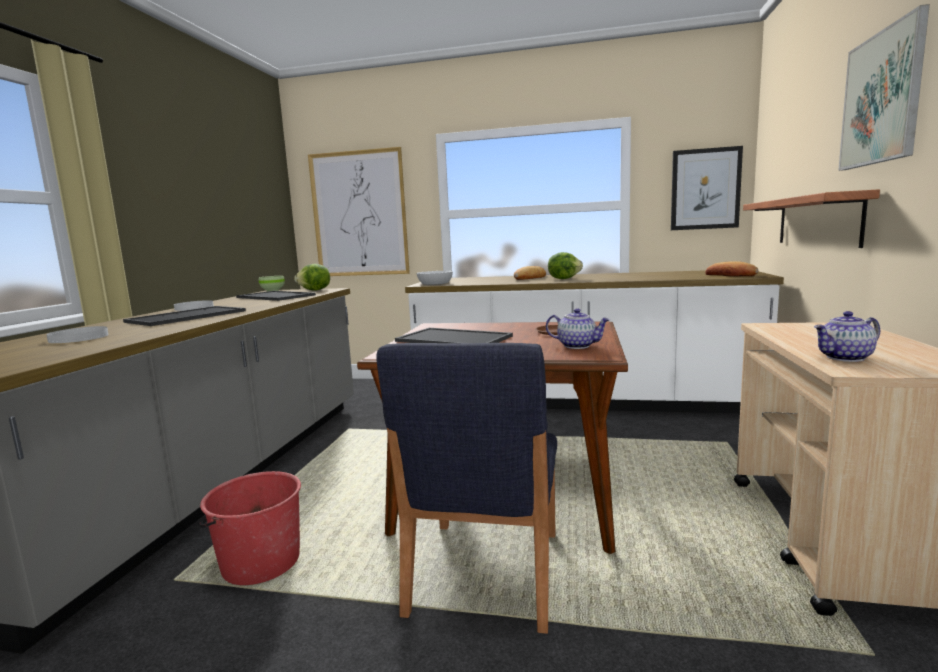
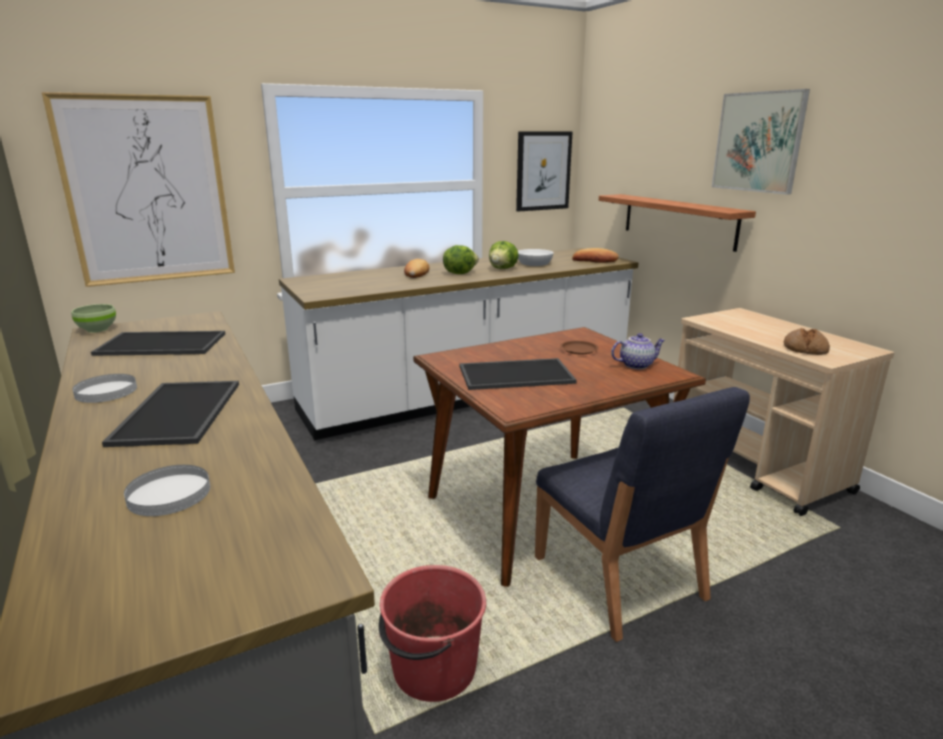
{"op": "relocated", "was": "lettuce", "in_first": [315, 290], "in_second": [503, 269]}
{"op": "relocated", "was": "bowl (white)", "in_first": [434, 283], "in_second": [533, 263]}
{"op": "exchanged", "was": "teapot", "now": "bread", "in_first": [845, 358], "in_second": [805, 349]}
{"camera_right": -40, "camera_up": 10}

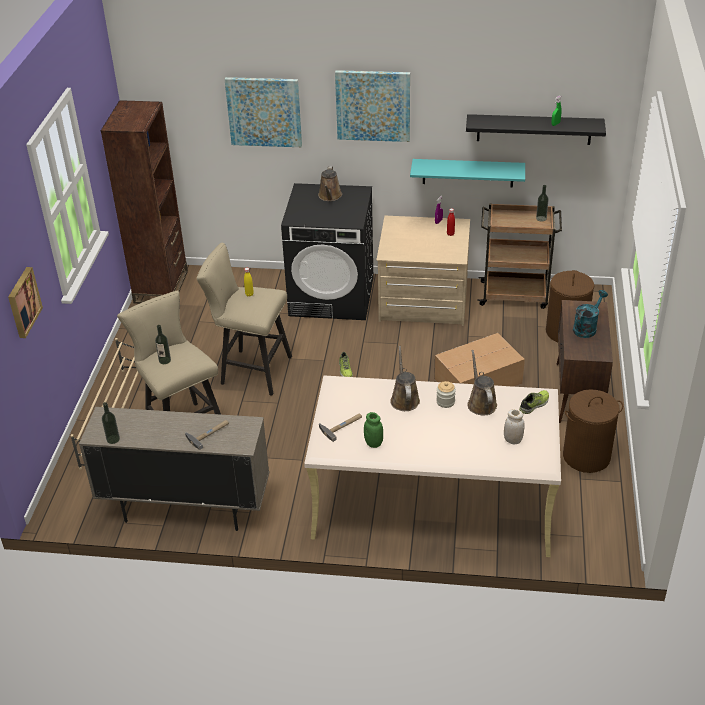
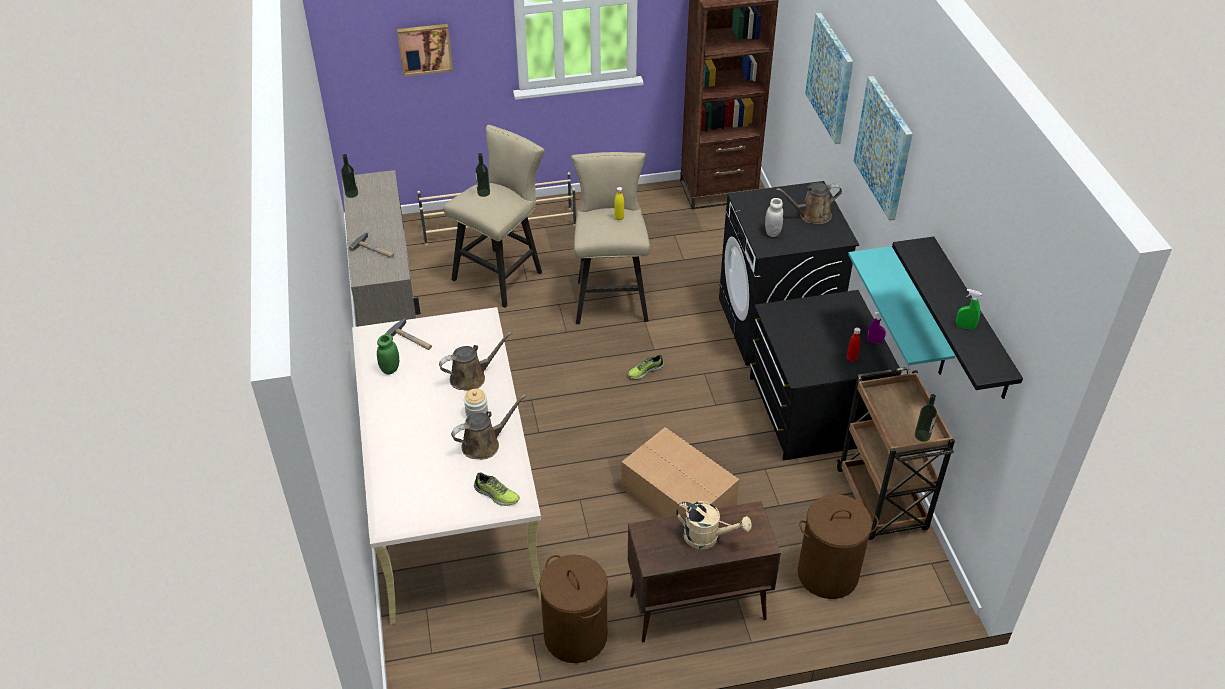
{"op": "colour", "was": "dresser (beige)", "now": "dresser (black)", "in_first": [423, 302], "in_second": [812, 410]}
{"op": "relocated", "was": "jar (white)", "in_first": [513, 440], "in_second": [772, 232]}
{"op": "colour", "was": "watering can (turquoise)", "now": "watering can (beige)", "in_first": [586, 327], "in_second": [708, 537]}
{"camera_right": 70, "camera_up": 5}

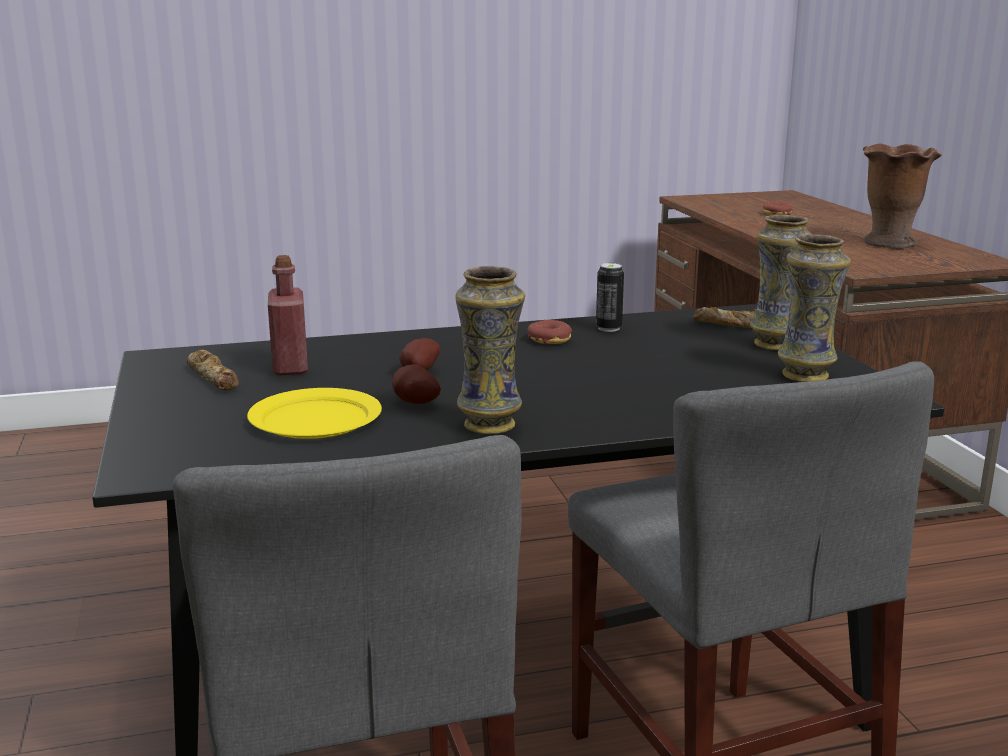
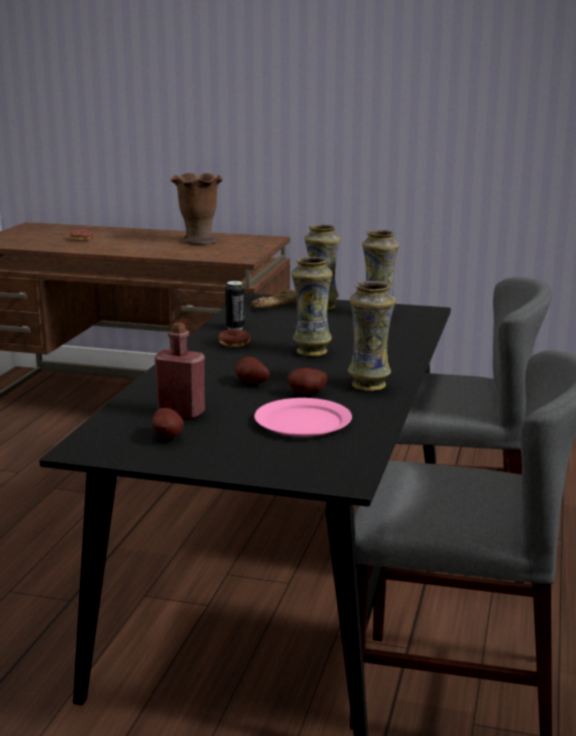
{"op": "exchanged", "was": "bread", "now": "potato", "in_first": [214, 377], "in_second": [168, 437]}
{"op": "colour", "was": "plate (yellow)", "now": "plate (pink)", "in_first": [315, 420], "in_second": [303, 422]}
{"op": "appeared", "now": "vase", "in_second": [311, 351]}
{"camera_right": -60, "camera_up": 0}

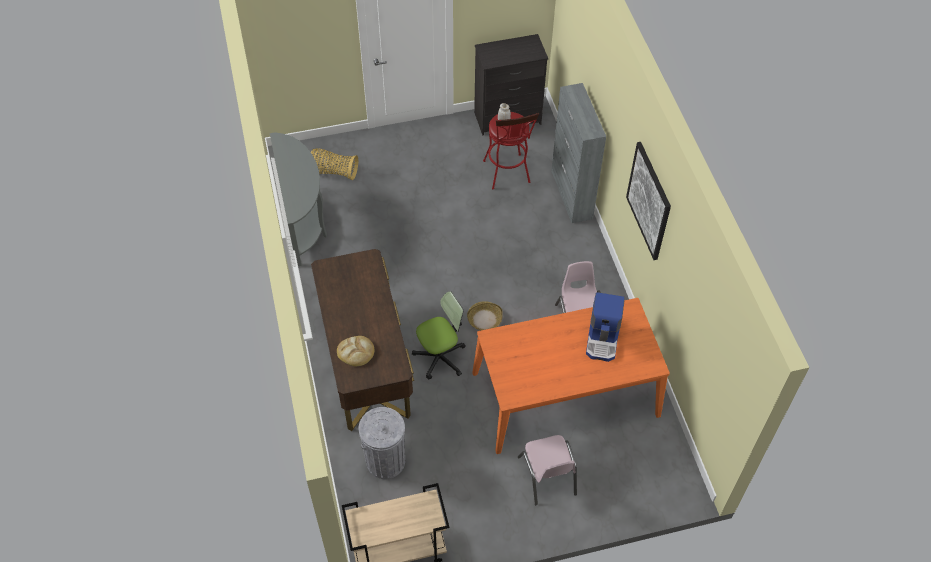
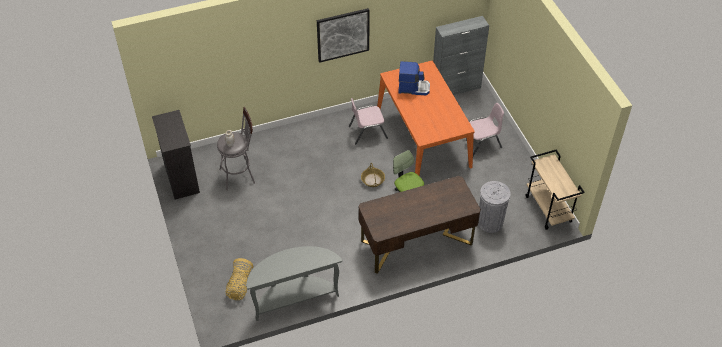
{"op": "missing", "was": "bread", "in_first": [356, 352]}
{"op": "colour", "was": "stool (red)", "now": "stool (grey)", "in_first": [507, 175], "in_second": [240, 175]}
{"op": "relocated", "was": "cabinet (grey)", "in_first": [571, 195], "in_second": [456, 88]}
{"camera_right": -95, "camera_up": -5}

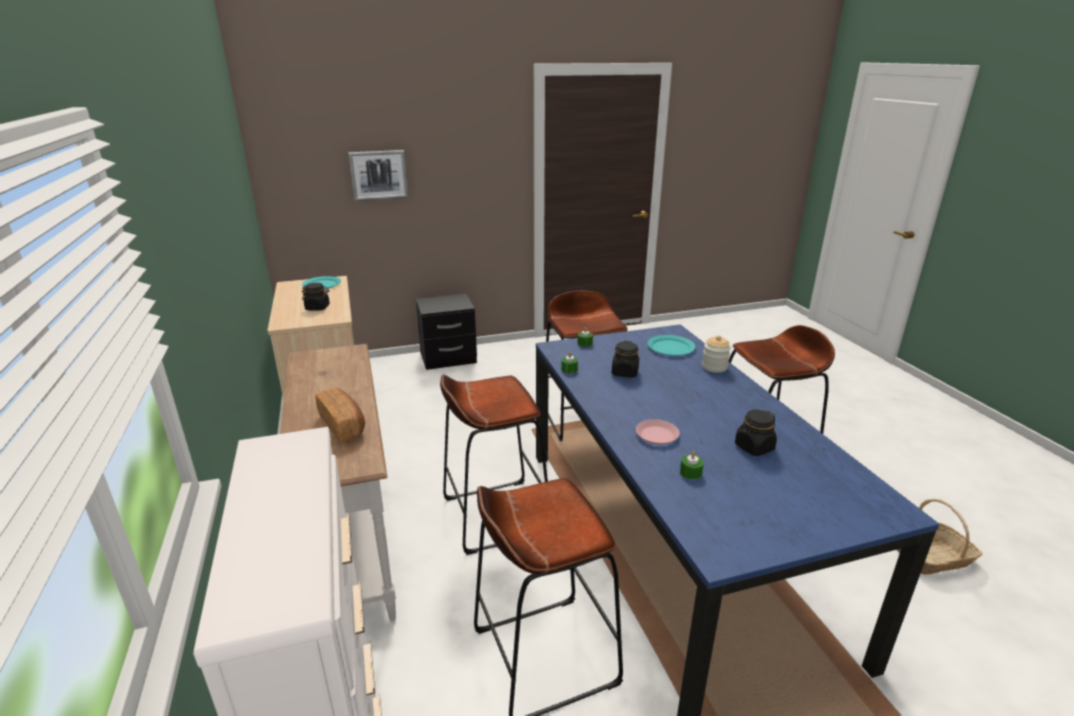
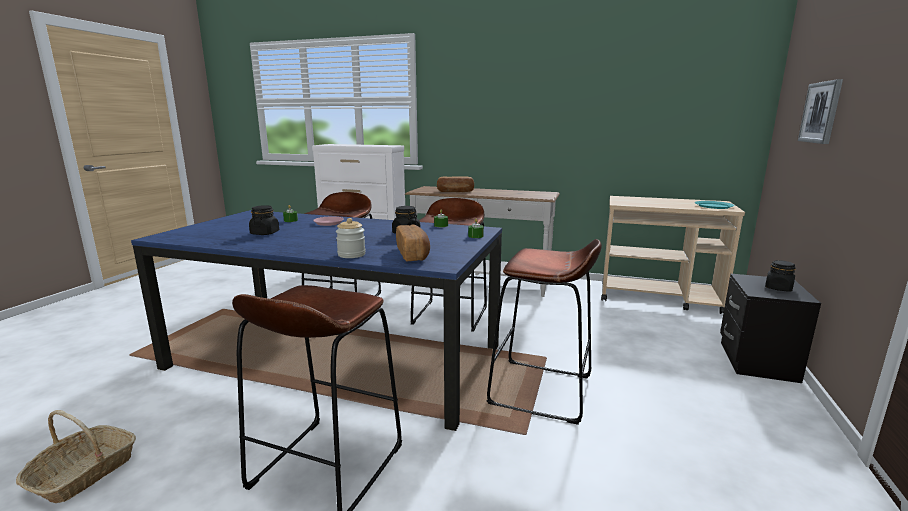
{"op": "relocated", "was": "jar (black)", "in_first": [317, 308], "in_second": [778, 288]}
{"op": "exchanged", "was": "plate (turquoise)", "now": "bread", "in_first": [671, 347], "in_second": [413, 254]}
{"camera_right": 125, "camera_up": -10}

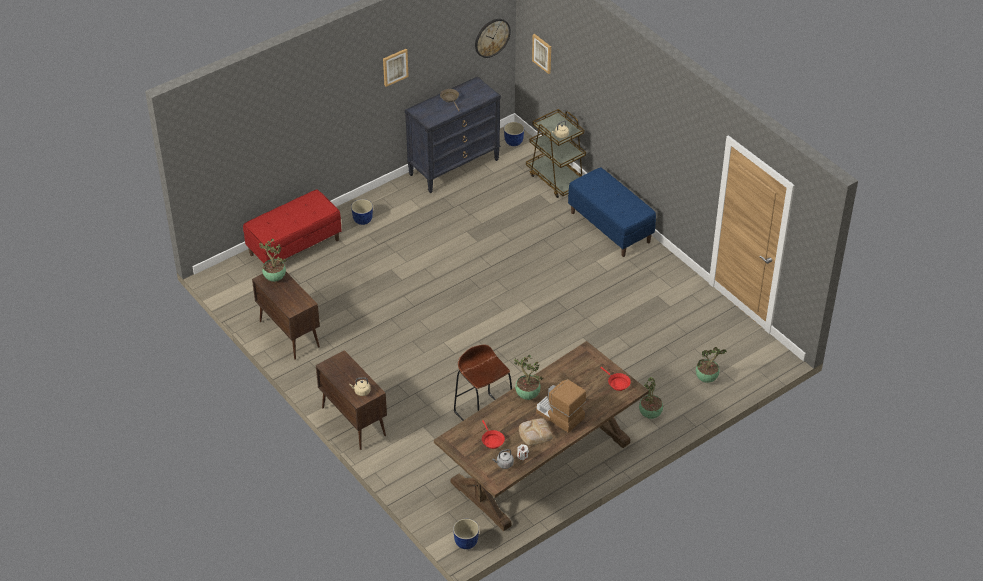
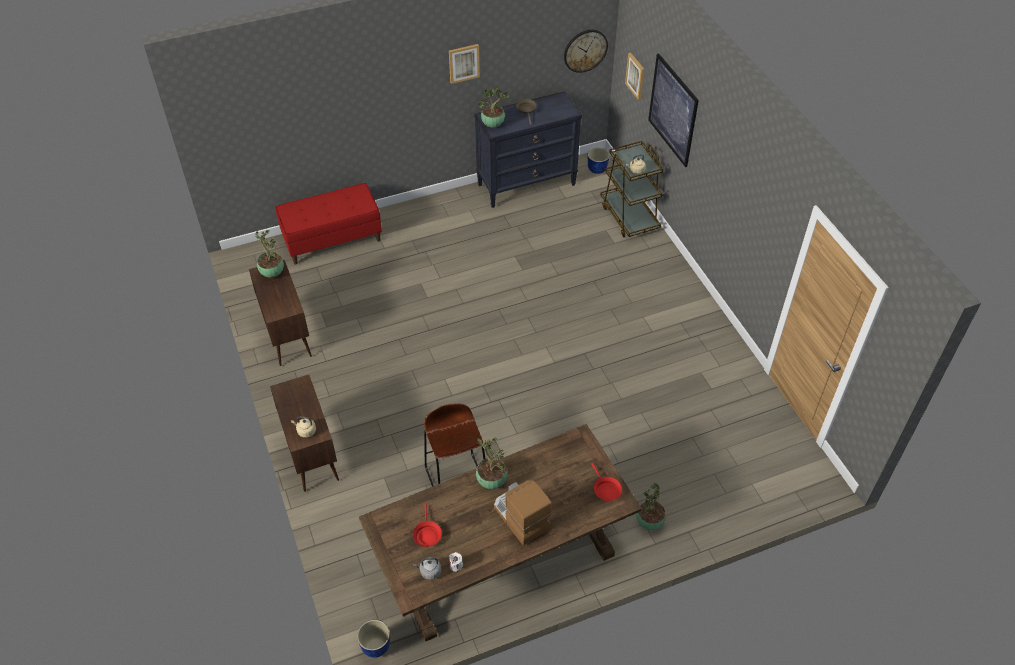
{"op": "missing", "was": "planter", "in_first": [362, 220]}
{"op": "missing", "was": "bread", "in_first": [534, 433]}
{"op": "missing", "was": "bench (blue)", "in_first": [610, 227]}
{"op": "relocated", "was": "potted plant", "in_first": [707, 378], "in_second": [493, 124]}
{"op": "appeared", "now": "picture", "in_second": [673, 110]}
{"camera_right": 15, "camera_up": 5}

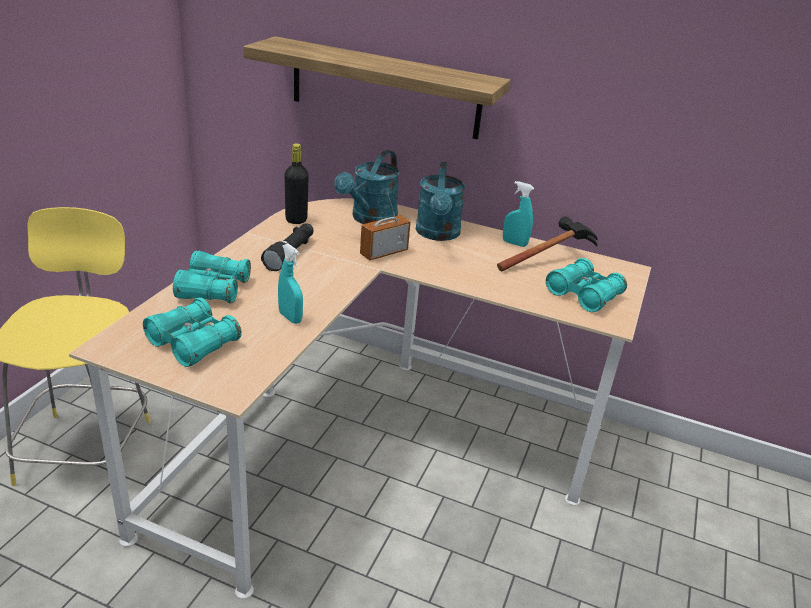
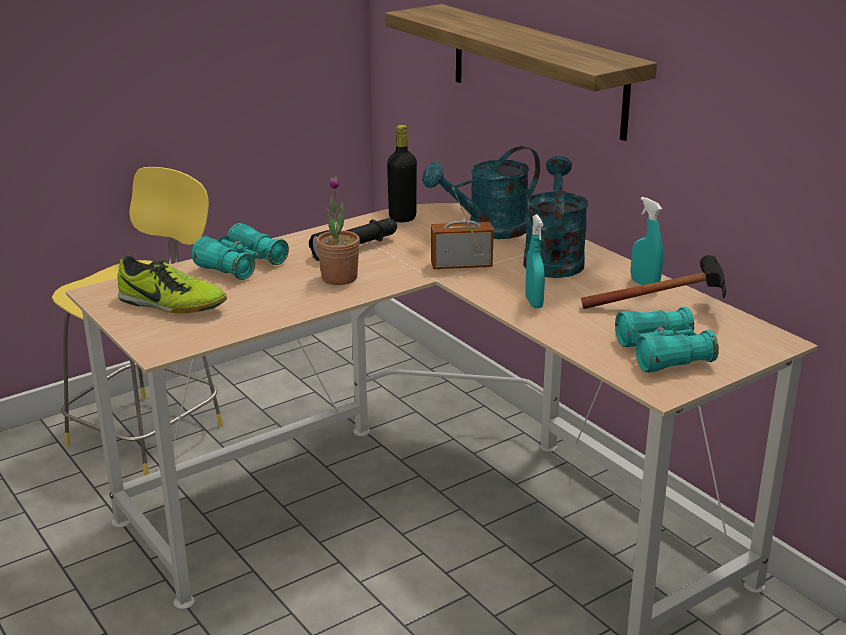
{"op": "exchanged", "was": "binoculars (turquoise)", "now": "shoe", "in_first": [193, 343], "in_second": [171, 305]}
{"op": "relocated", "was": "spray bottle (turquoise)", "in_first": [290, 317], "in_second": [534, 302]}
{"op": "spun", "was": "watering can (turquoise)", "in_first": [437, 234], "in_second": [553, 258], "clockwise": 150}
{"op": "appeared", "now": "potted plant", "in_second": [339, 278]}
{"camera_right": 35, "camera_up": -5}

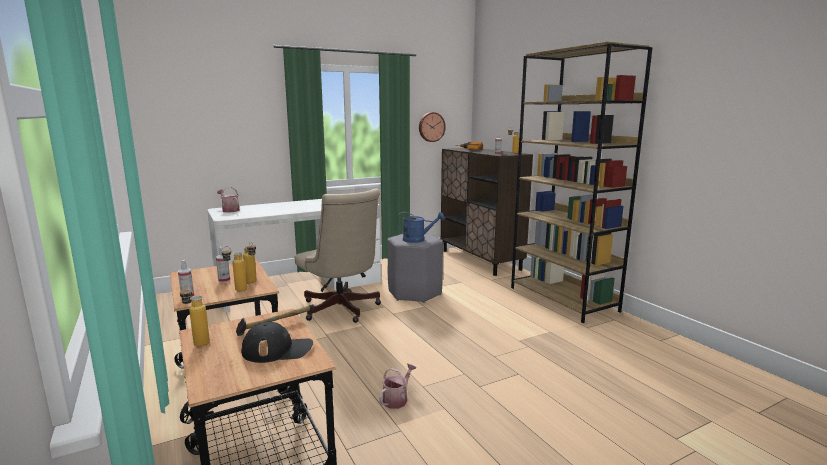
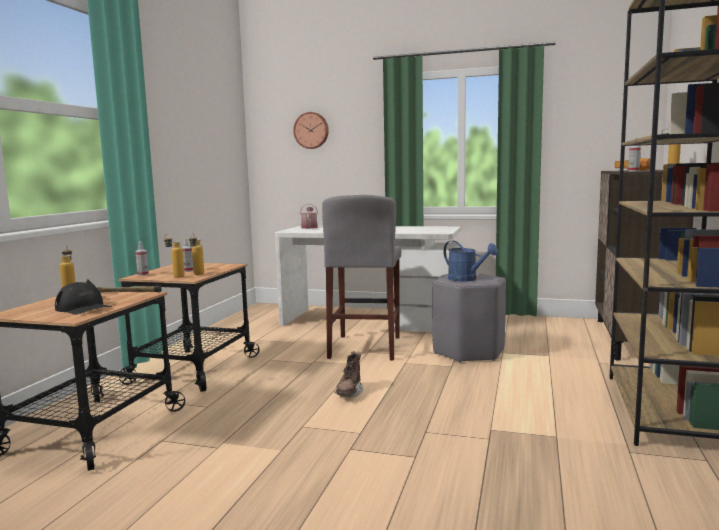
{"op": "exchanged", "was": "office chair (beige)", "now": "stool (grey)", "in_first": [341, 310], "in_second": [365, 347]}
{"op": "missing", "was": "watering can", "in_first": [397, 399]}
{"op": "relocated", "was": "wall clock", "in_first": [431, 127], "in_second": [311, 130]}
{"op": "appeared", "now": "boot (brown)", "in_second": [349, 393]}
{"camera_right": 45, "camera_up": -5}

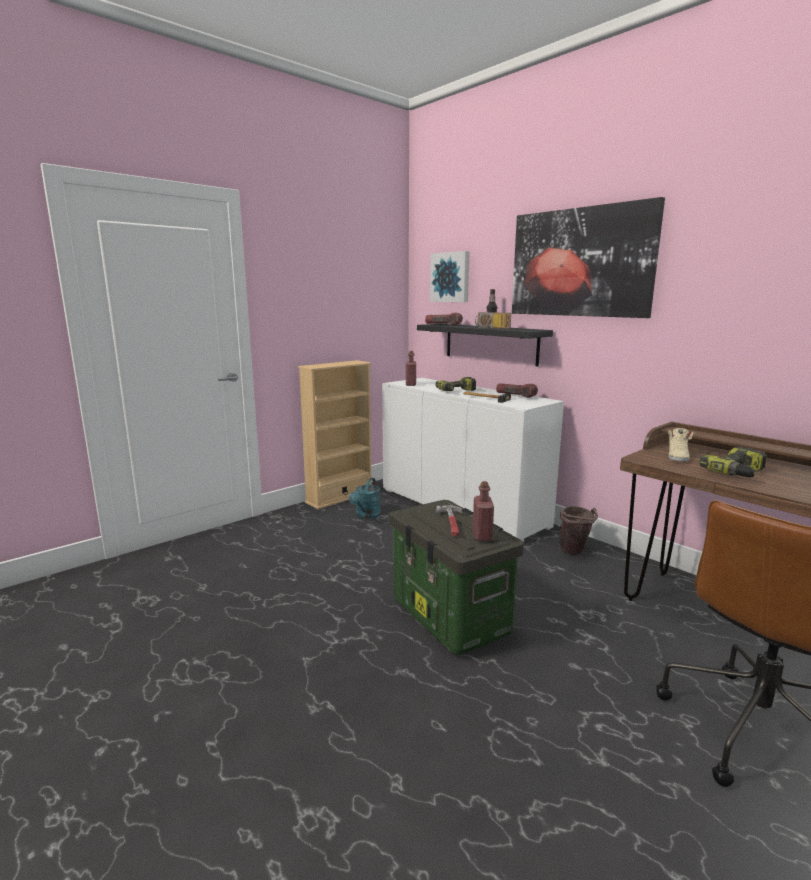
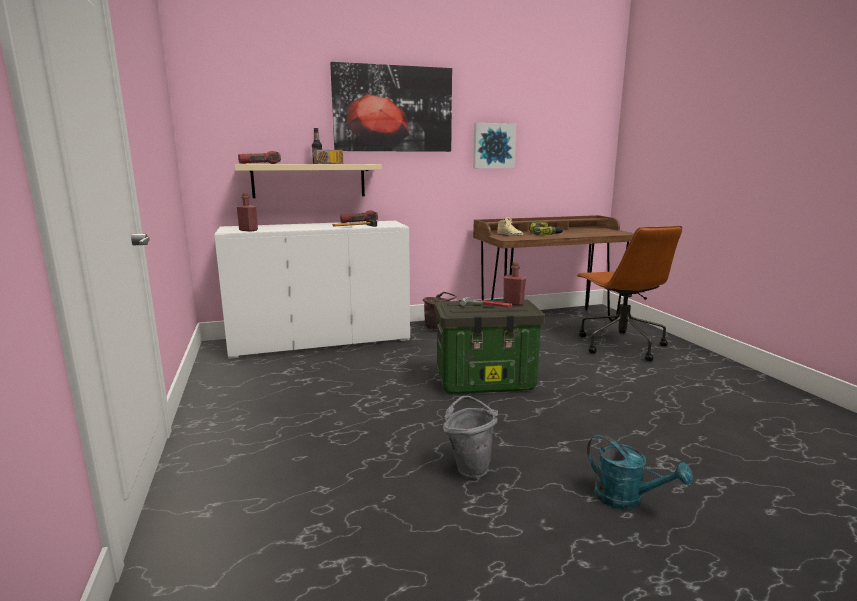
{"op": "missing", "was": "bookcase (beige)", "in_first": [339, 497]}
{"op": "relocated", "was": "watering can (turquoise)", "in_first": [366, 516], "in_second": [627, 499]}
{"op": "colour", "was": "shelf (black)", "now": "shelf (beige)", "in_first": [490, 343], "in_second": [309, 180]}
{"op": "relocated", "was": "picture", "in_first": [450, 277], "in_second": [493, 146]}
{"op": "missing", "was": "power drill", "in_first": [456, 391]}
{"op": "appeared", "now": "bucket (grey)", "in_second": [469, 467]}
{"camera_right": -65, "camera_up": 0}

